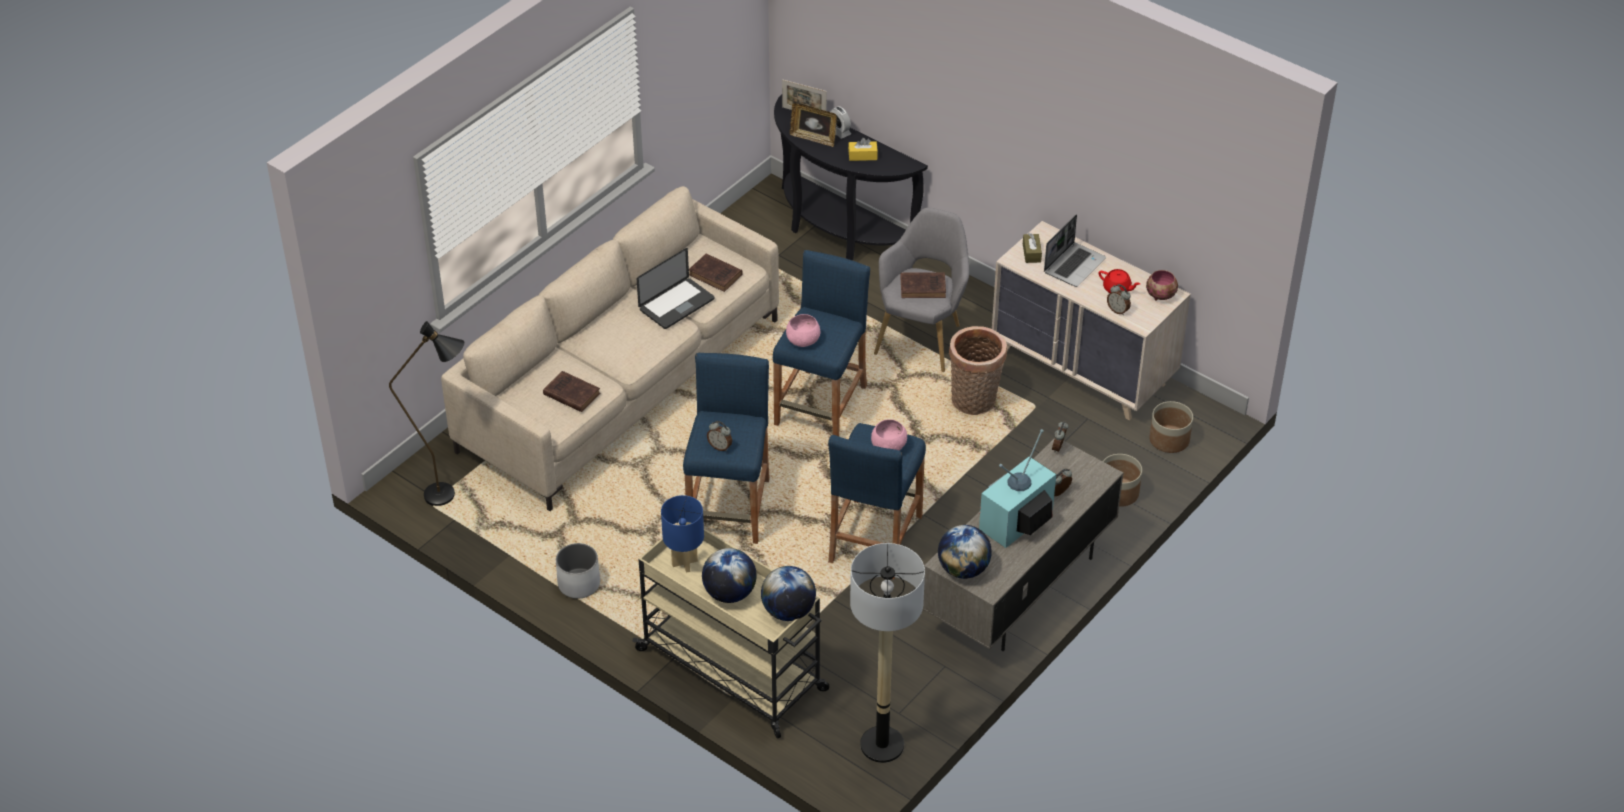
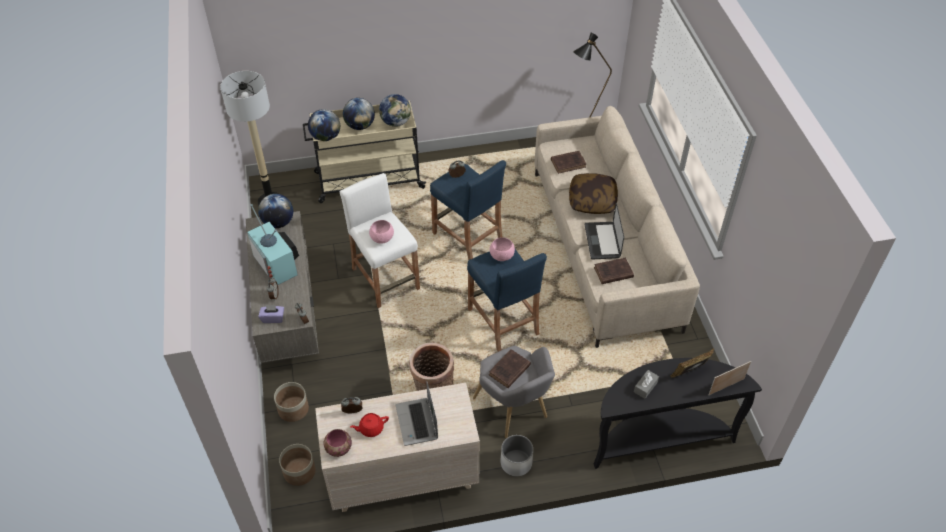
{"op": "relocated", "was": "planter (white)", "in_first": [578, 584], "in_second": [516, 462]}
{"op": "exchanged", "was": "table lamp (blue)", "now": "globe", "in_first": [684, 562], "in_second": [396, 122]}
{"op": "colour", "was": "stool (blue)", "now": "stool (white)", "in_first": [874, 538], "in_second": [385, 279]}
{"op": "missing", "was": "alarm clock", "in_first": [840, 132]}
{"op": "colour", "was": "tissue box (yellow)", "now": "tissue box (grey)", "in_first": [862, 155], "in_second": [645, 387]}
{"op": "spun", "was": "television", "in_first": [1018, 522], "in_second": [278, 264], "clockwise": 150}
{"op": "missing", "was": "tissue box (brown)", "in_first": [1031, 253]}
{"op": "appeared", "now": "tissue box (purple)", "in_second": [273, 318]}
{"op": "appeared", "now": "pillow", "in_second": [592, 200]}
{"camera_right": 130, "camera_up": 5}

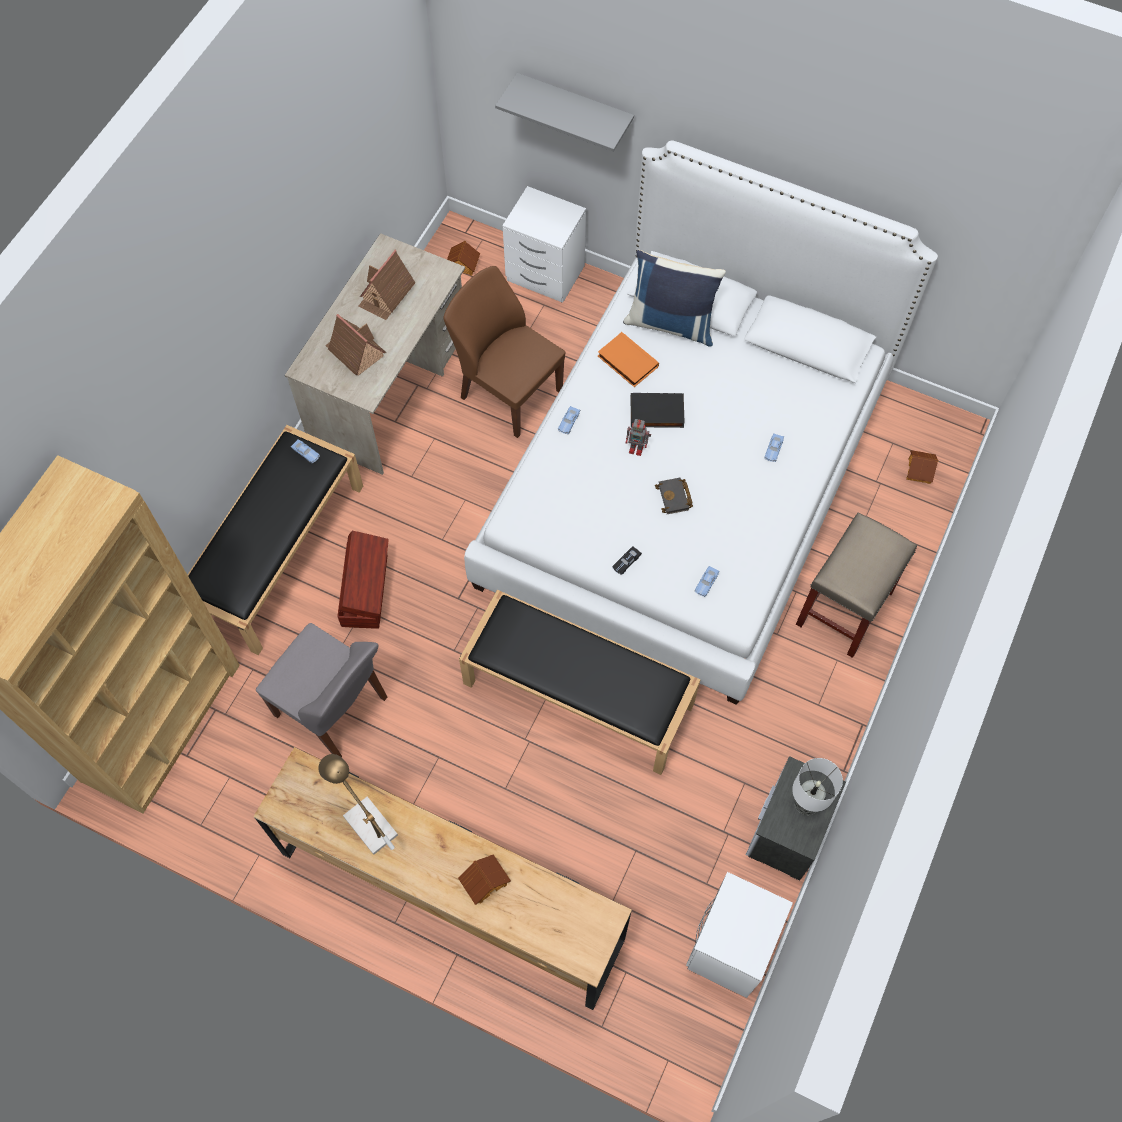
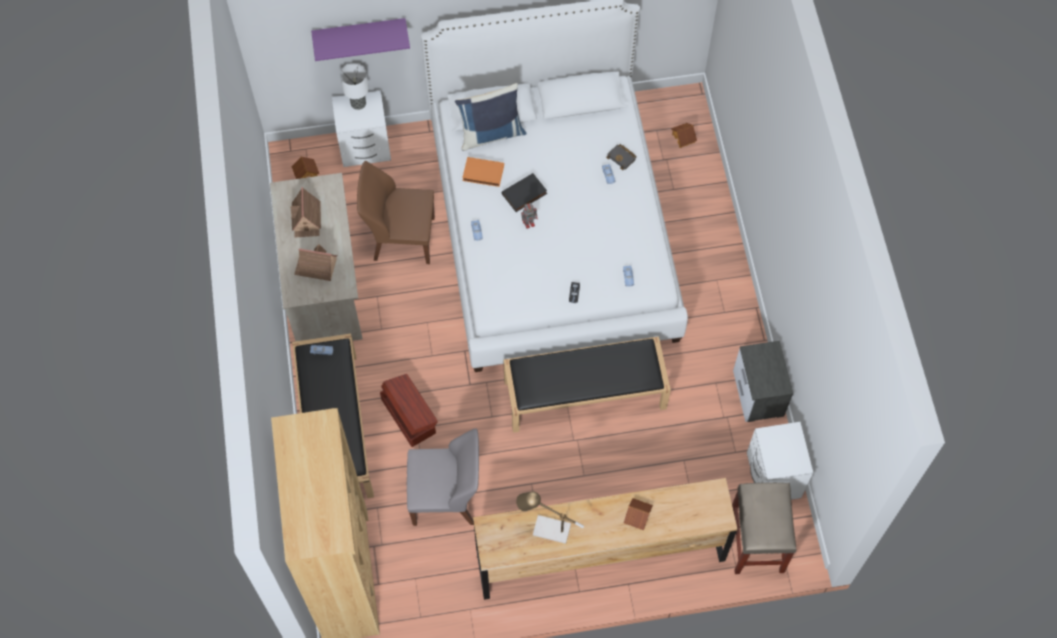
{"op": "colour", "was": "shelf (grey)", "now": "shelf (purple)", "in_first": [574, 109], "in_second": [359, 33]}
{"op": "relocated", "was": "book (black)", "in_first": [675, 498], "in_second": [622, 158]}
{"op": "relocated", "was": "table lamp", "in_first": [807, 803], "in_second": [358, 103]}
{"op": "relocated", "was": "stool (beige)", "in_first": [844, 609], "in_second": [757, 542]}
{"camera_right": -35, "camera_up": 0}

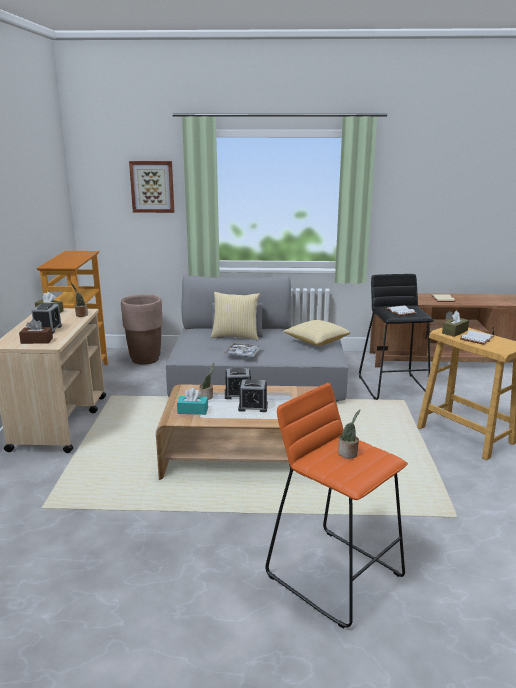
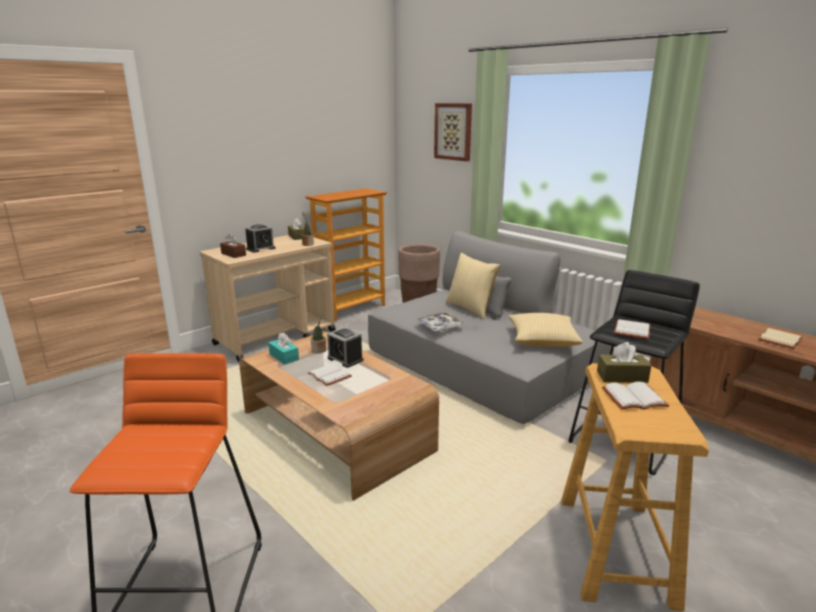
{"op": "exchanged", "was": "alarm clock", "now": "book (white)", "in_first": [253, 407], "in_second": [331, 375]}
{"op": "missing", "was": "potted plant", "in_first": [348, 454]}
{"camera_right": 45, "camera_up": 0}

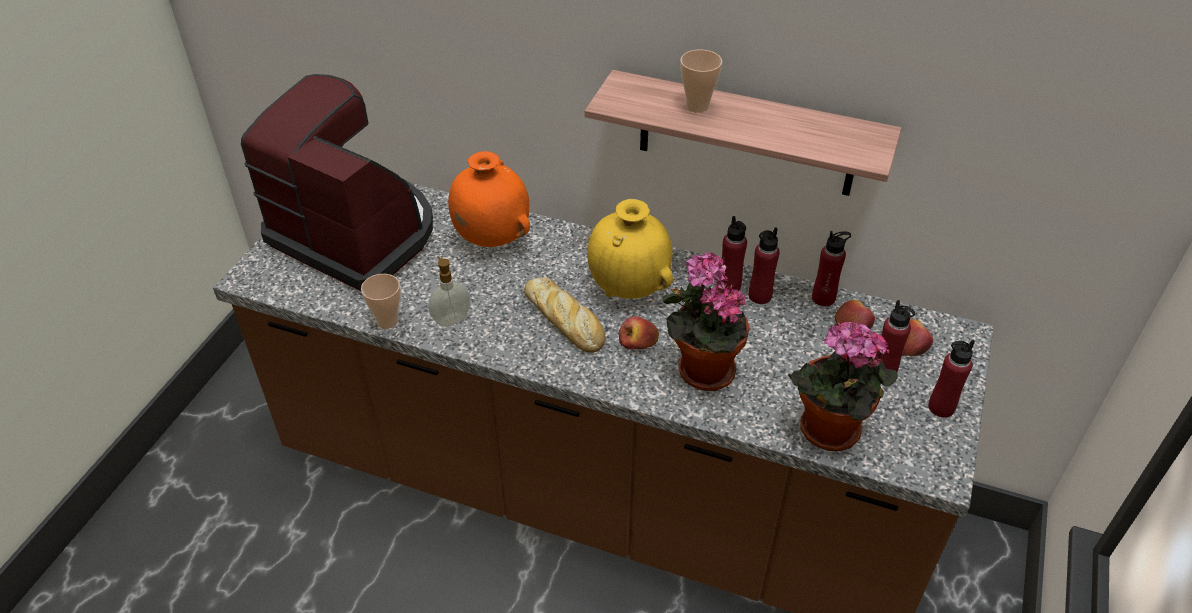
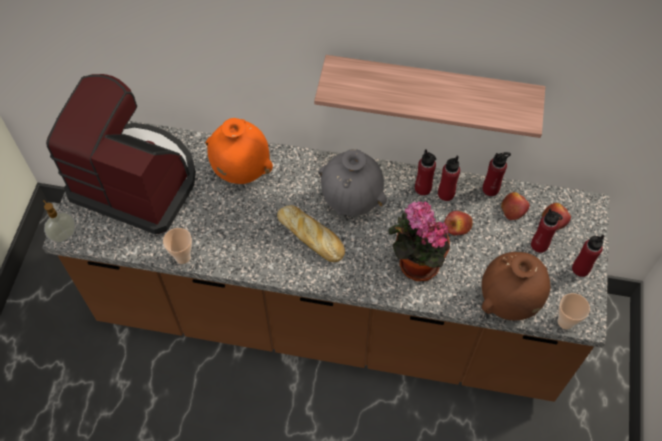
{"op": "relocated", "was": "soap dispenser", "in_first": [451, 319], "in_second": [64, 234]}
{"op": "colour", "was": "vase (yellow)", "now": "vase (grey)", "in_first": [629, 289], "in_second": [352, 202]}
{"op": "relocated", "was": "apple", "in_first": [638, 341], "in_second": [457, 226]}
{"op": "relocated", "was": "cup", "in_first": [697, 106], "in_second": [565, 321]}
{"op": "exchanged", "was": "potted plant", "now": "vase (brown)", "in_first": [827, 433], "in_second": [508, 302]}
{"camera_right": -10, "camera_up": 15}

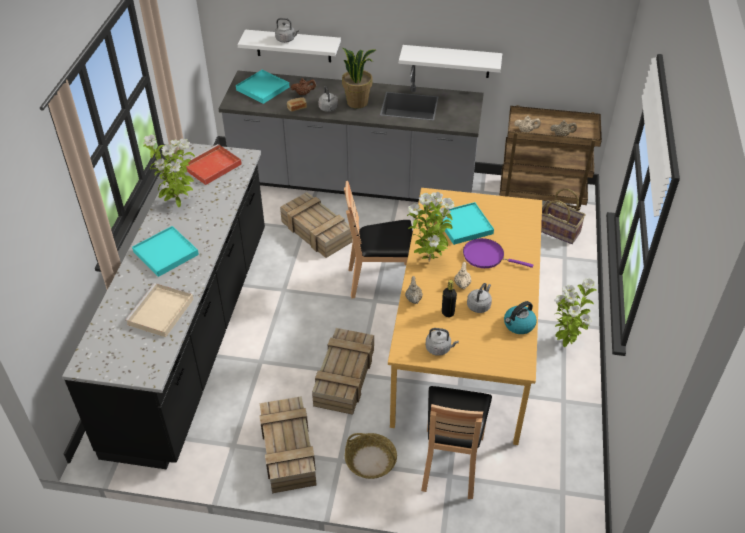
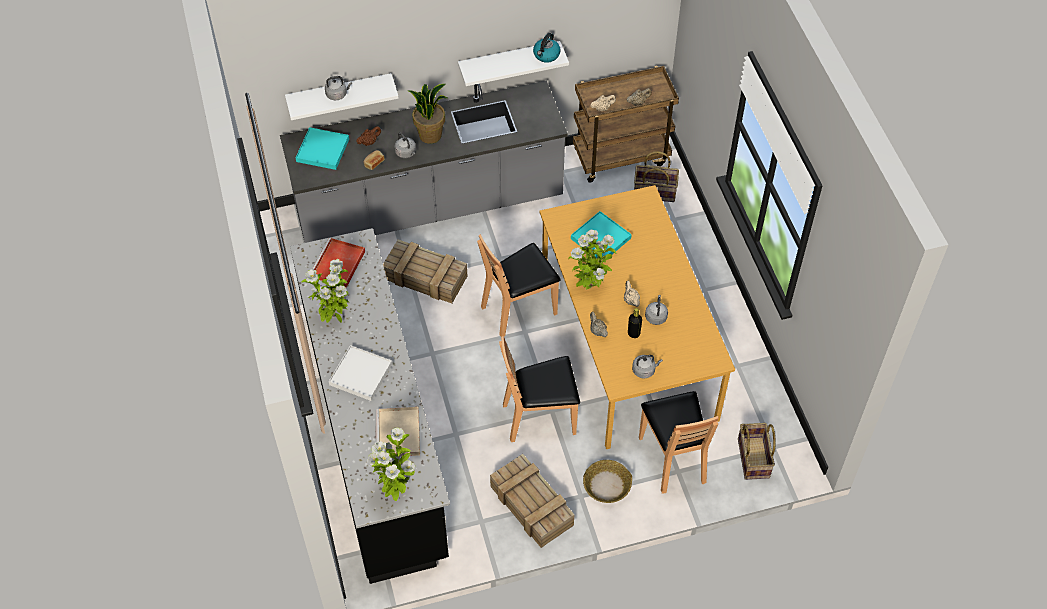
{"op": "colour", "was": "tray (turquoise)", "now": "tray (white)", "in_first": [166, 253], "in_second": [361, 375]}
{"op": "exchanged", "was": "crate", "now": "chair (brown)", "in_first": [344, 376], "in_second": [540, 417]}
{"op": "missing", "was": "frying pan (purple)", "in_first": [486, 256]}
{"op": "relocated", "was": "kettle", "in_first": [518, 325], "in_second": [546, 55]}
{"op": "relocated", "was": "potted plant", "in_first": [565, 342], "in_second": [396, 490]}
{"op": "appeared", "now": "basket", "in_second": [752, 458]}
{"camera_right": -25, "camera_up": 10}

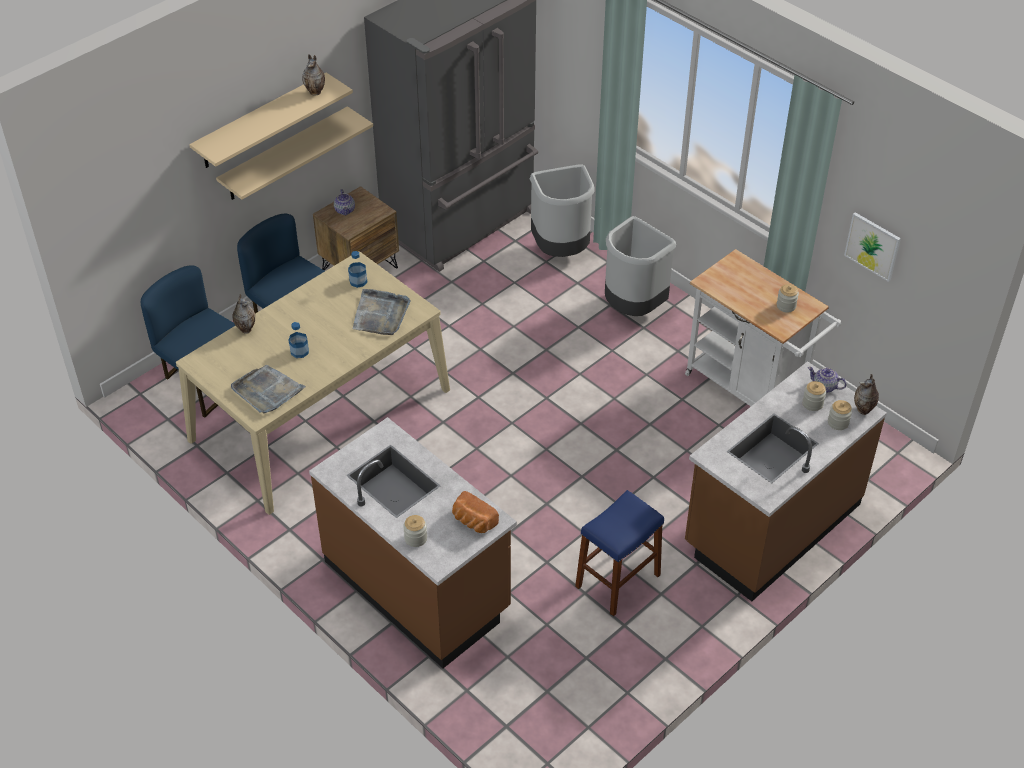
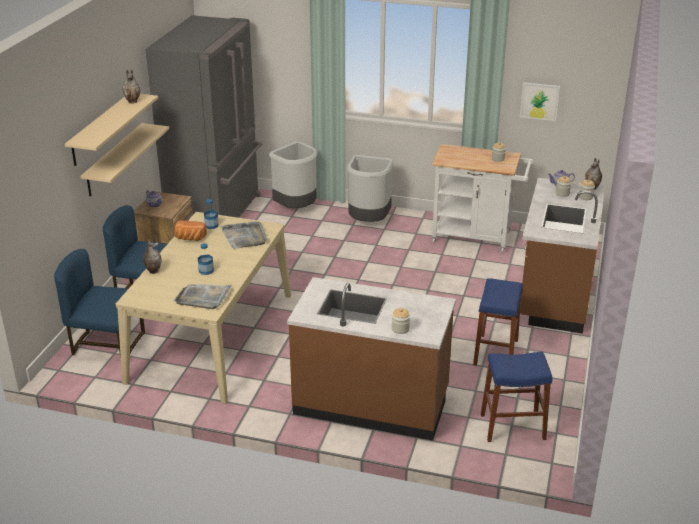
{"op": "relocated", "was": "bread", "in_first": [473, 522], "in_second": [190, 238]}
{"op": "appeared", "now": "stool (blue)", "in_second": [512, 426]}
{"camera_right": -30, "camera_up": -15}

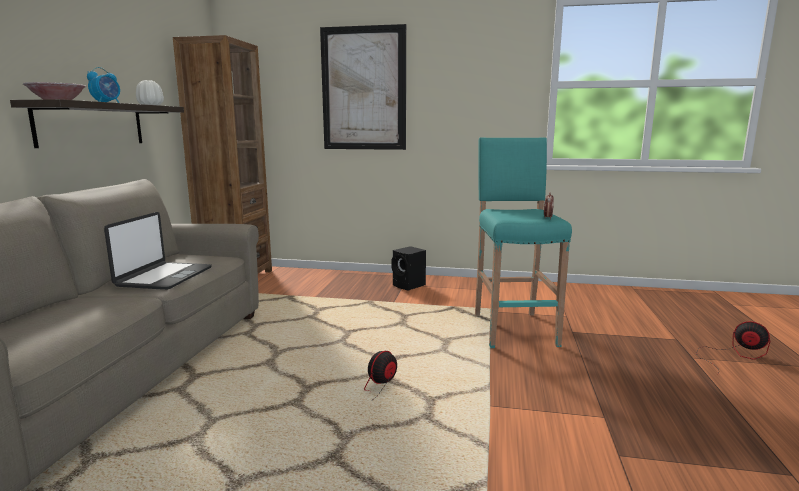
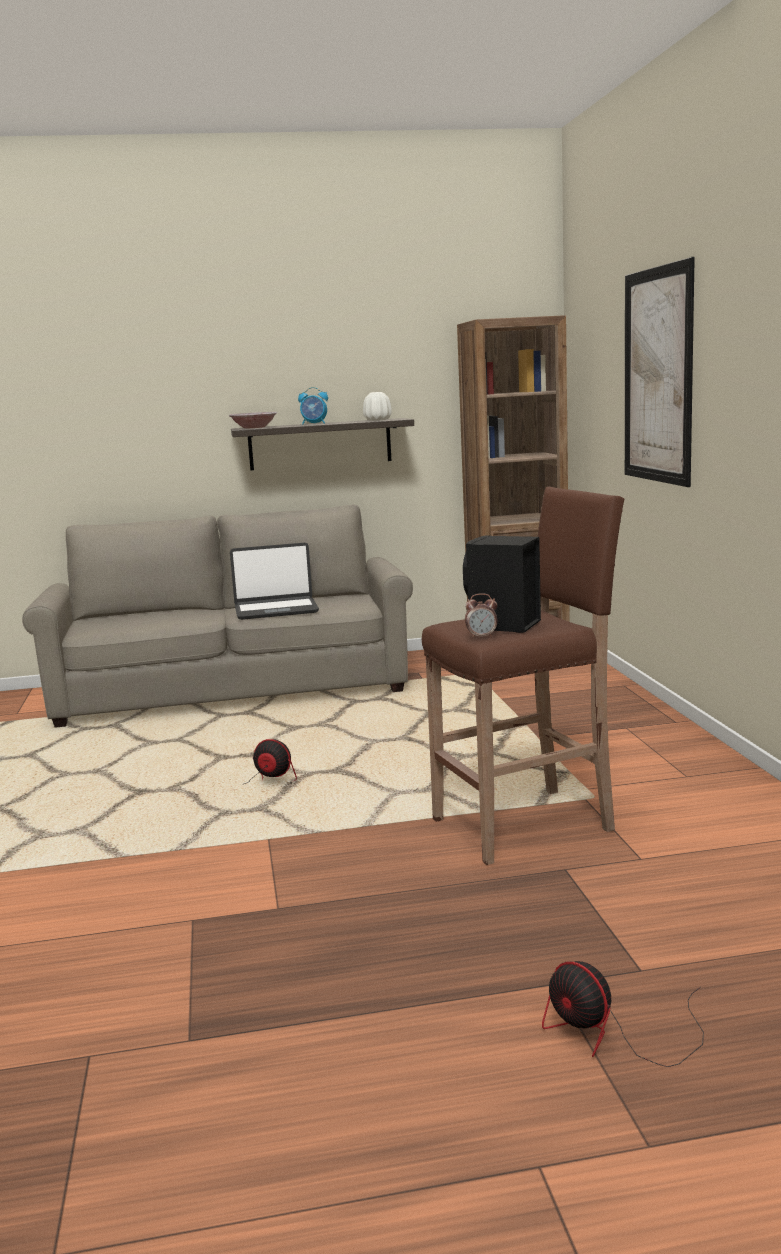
{"op": "relocated", "was": "speaker (black)", "in_first": [409, 285], "in_second": [503, 626]}
{"op": "colour", "was": "stool (turquoise)", "now": "stool (brown)", "in_first": [513, 328], "in_second": [526, 824]}
{"op": "spun", "was": "fan", "in_first": [734, 355], "in_second": [615, 1035], "clockwise": 120}
{"camera_right": 70, "camera_up": 0}

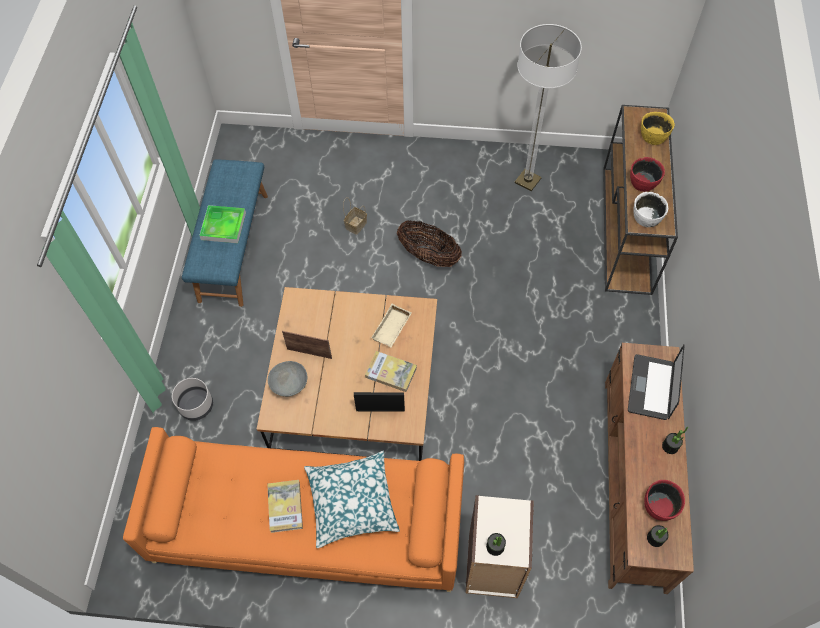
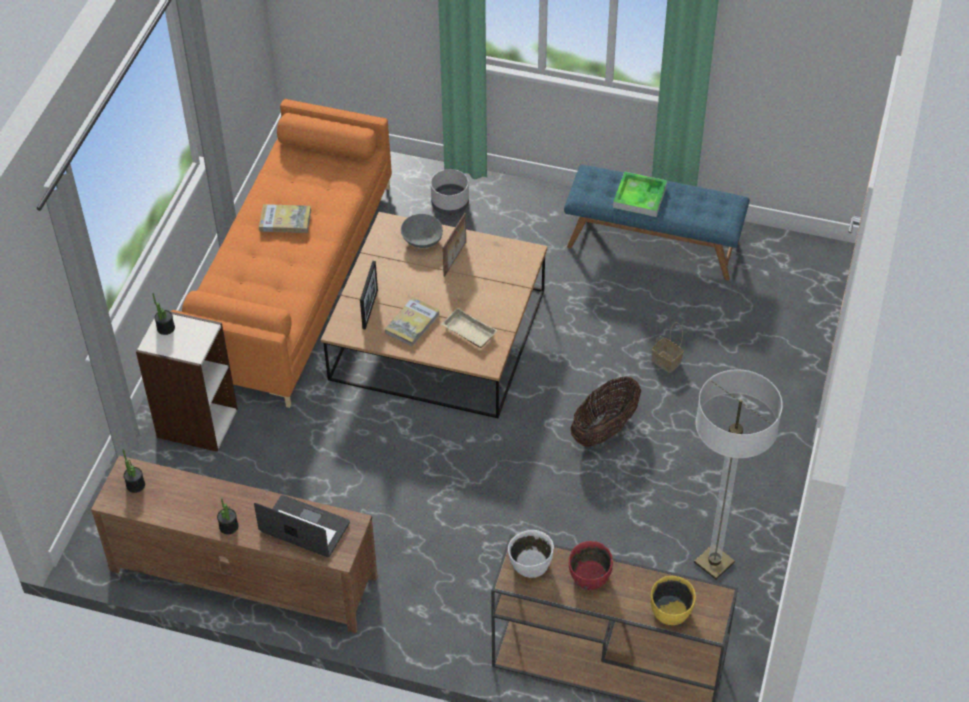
{"op": "missing", "was": "pillow", "in_first": [351, 502]}
{"op": "missing", "was": "bowl (red)", "in_first": [660, 506]}
{"camera_right": 100, "camera_up": -10}

